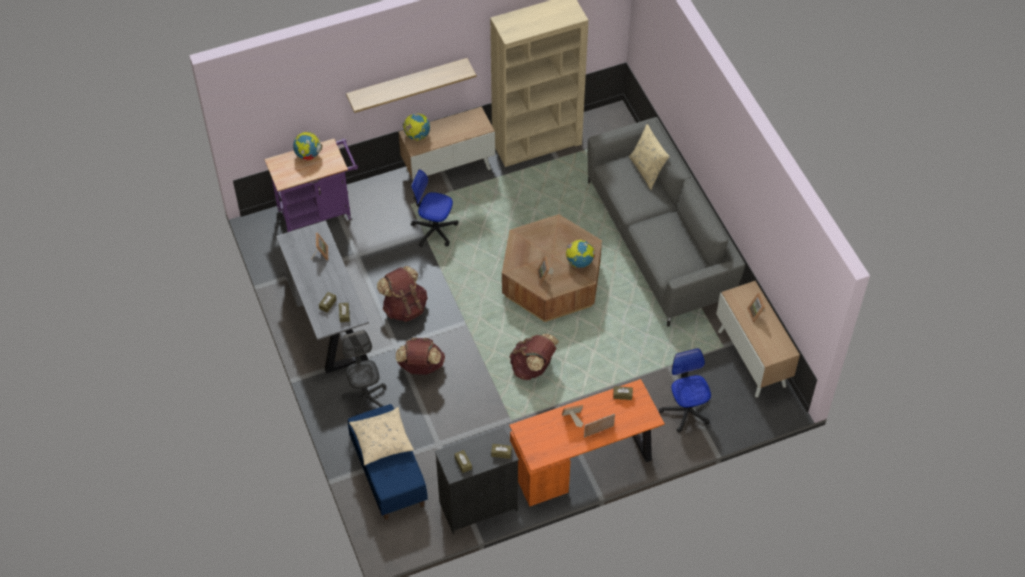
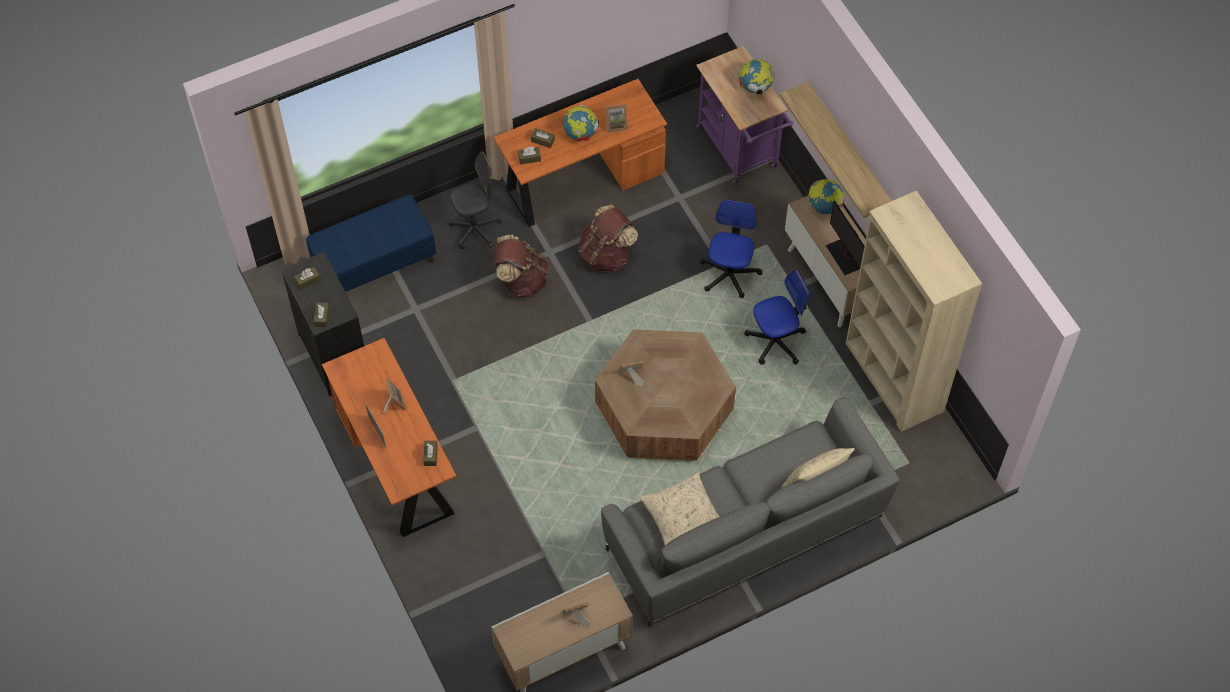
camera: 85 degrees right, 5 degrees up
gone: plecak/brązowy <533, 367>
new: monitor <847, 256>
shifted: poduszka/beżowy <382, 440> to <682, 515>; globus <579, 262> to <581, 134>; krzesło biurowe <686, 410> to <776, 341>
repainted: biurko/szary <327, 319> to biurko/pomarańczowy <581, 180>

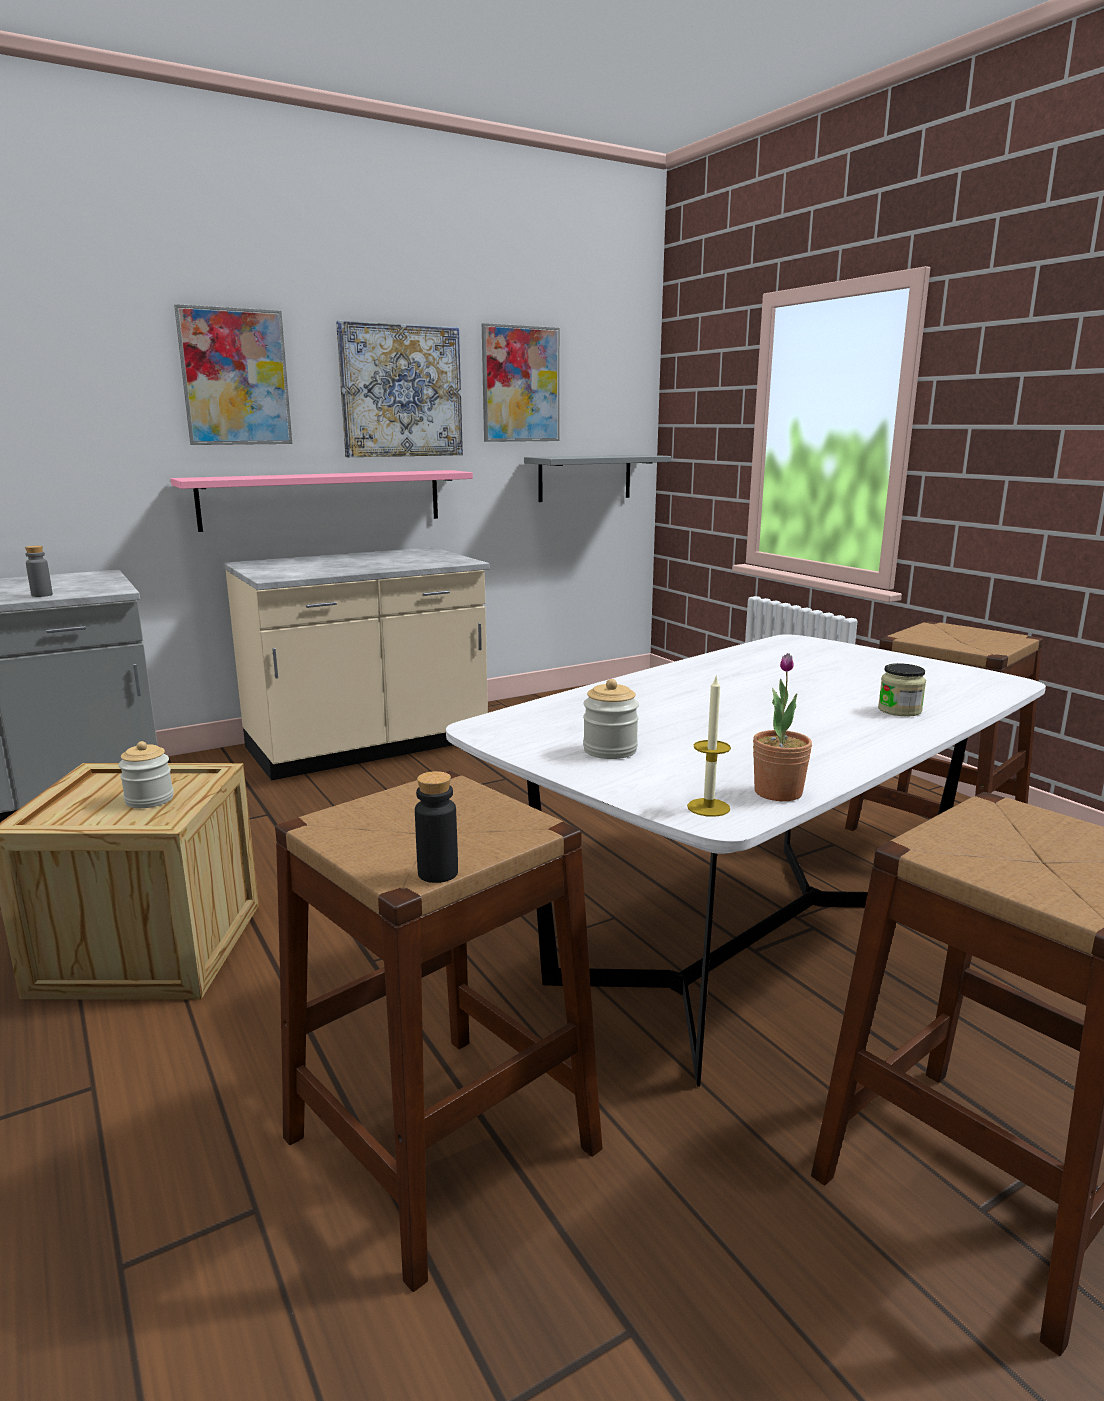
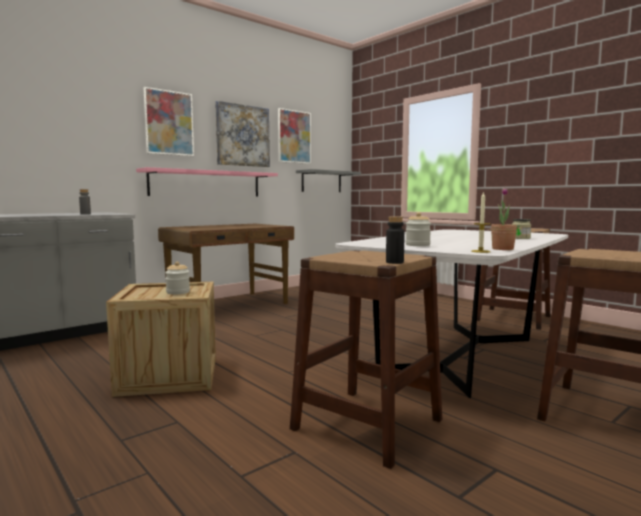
camera: 10 degrees left, 10 degrees down
swapped: zabudowa kuchenna/beżowy <367, 747> to biurko/brązowy <229, 305>

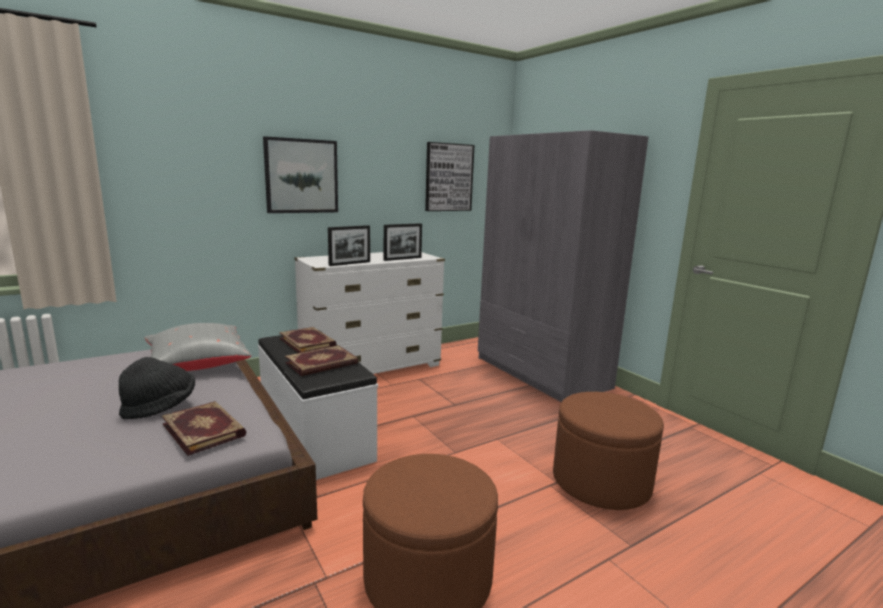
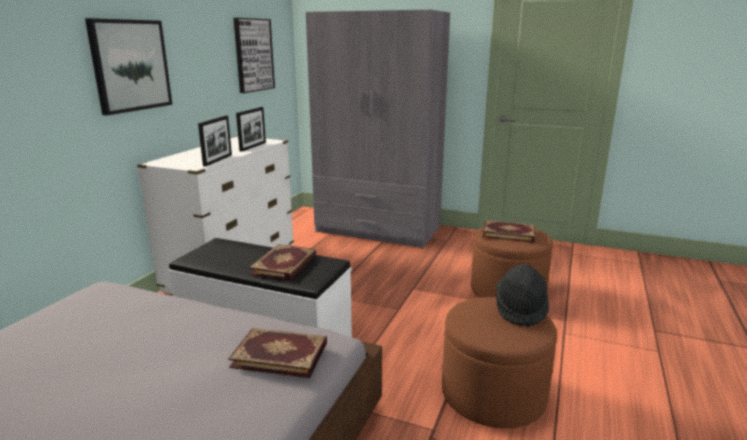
camera: 35 degrees left, 5 degrees up
gone: poduszka/szary <197, 365>
shifted: kapelusz/czarny <160, 407> to <520, 310>; książka <308, 342> to <508, 233>

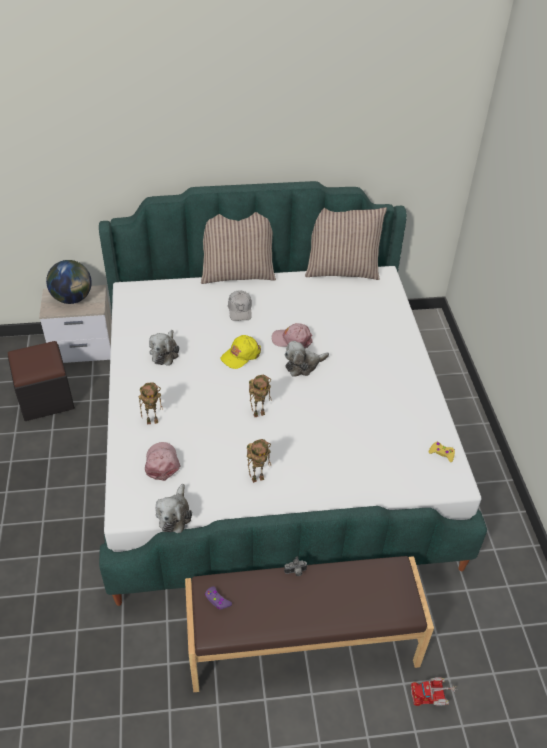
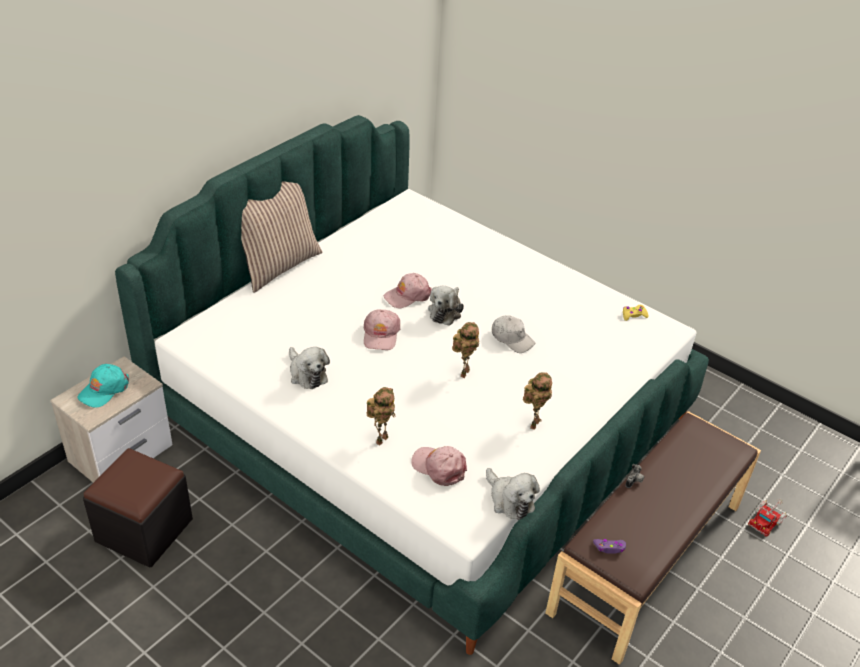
camera: 45 degrees left, 5 degrees down
gone: poduszka <342, 270>
shifted: czapka z daszkiem/biały <240, 310> to <512, 339>
swapped: globus <73, 298> to czapka z daszkiem/turkusowy <104, 390>
repainted: czapka z daszkiem/żółty <240, 355> to czapka z daszkiem/różowy <381, 334>

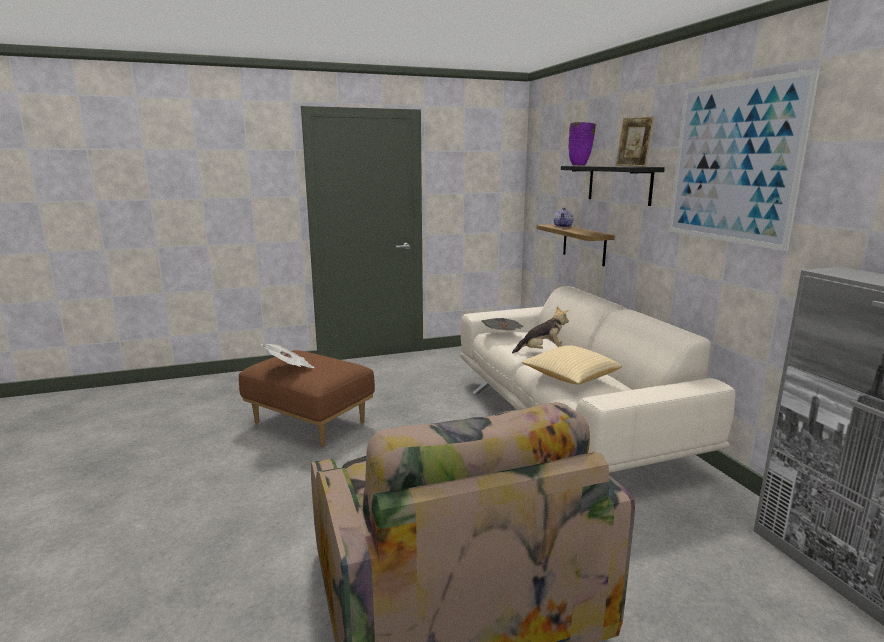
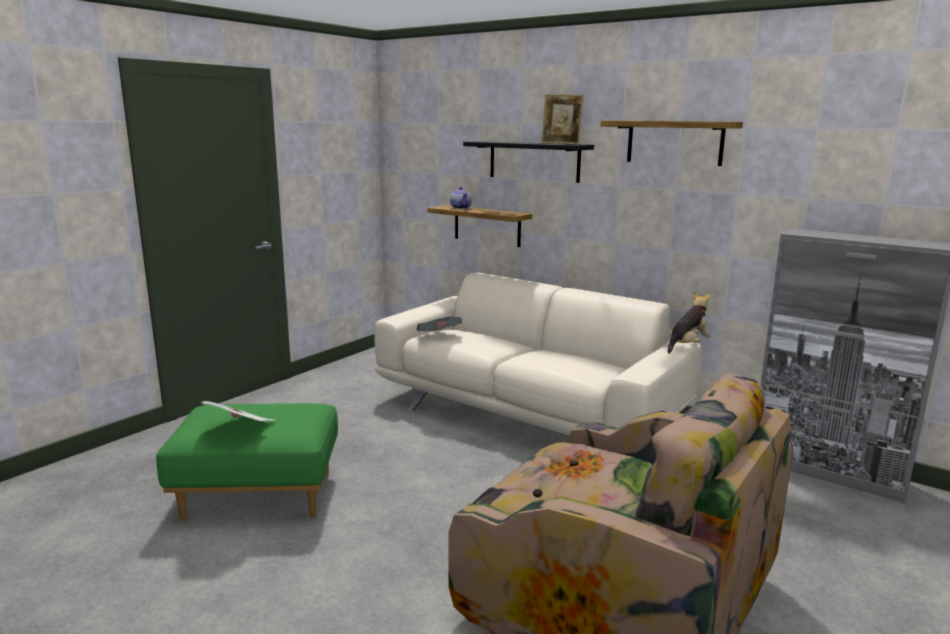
camera: 35 degrees left, 0 degrees up
gone: poduszka <570, 378>; wazon/fioletowy <580, 165>
shifted: pluszak <542, 351> to <687, 345>
swapped: obraz <732, 163> to półka <674, 142>
repainted: pufa/brązowy <311, 422> to pufa/zielony <260, 495>

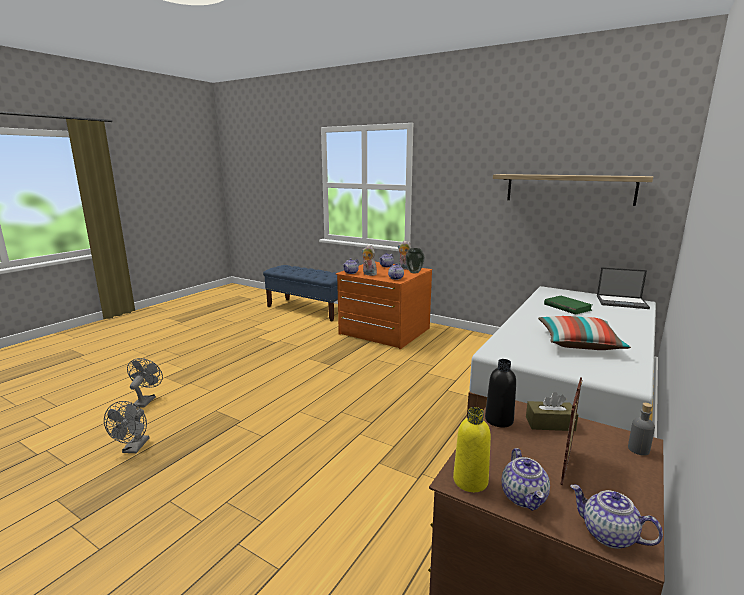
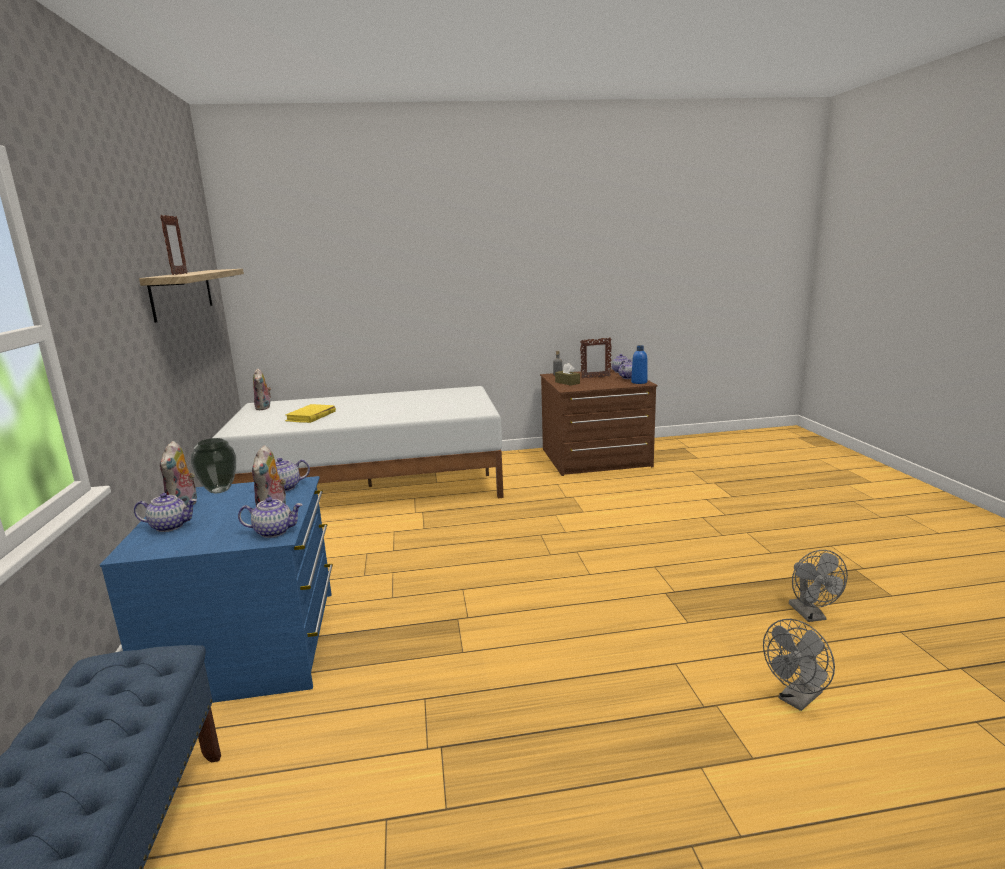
camera: 130 degrees left, 0 degrees up
gone: butelka/czarny <499, 420>; poduszka <579, 343>
new: ramka na zdjęcie <179, 274>
swapped: laptop <622, 302> to pluszak <264, 408>
repainted: komoda/pomarańczowy <384, 331> to komoda/niebieski <252, 645>; butelka/żółty <470, 481> to butelka/niebieski <639, 382>; książka/zielony <567, 307> to książka/żółty <311, 416>
rotated: wentylator/szary <134, 448> = <811, 615> 120 degrees clockwise

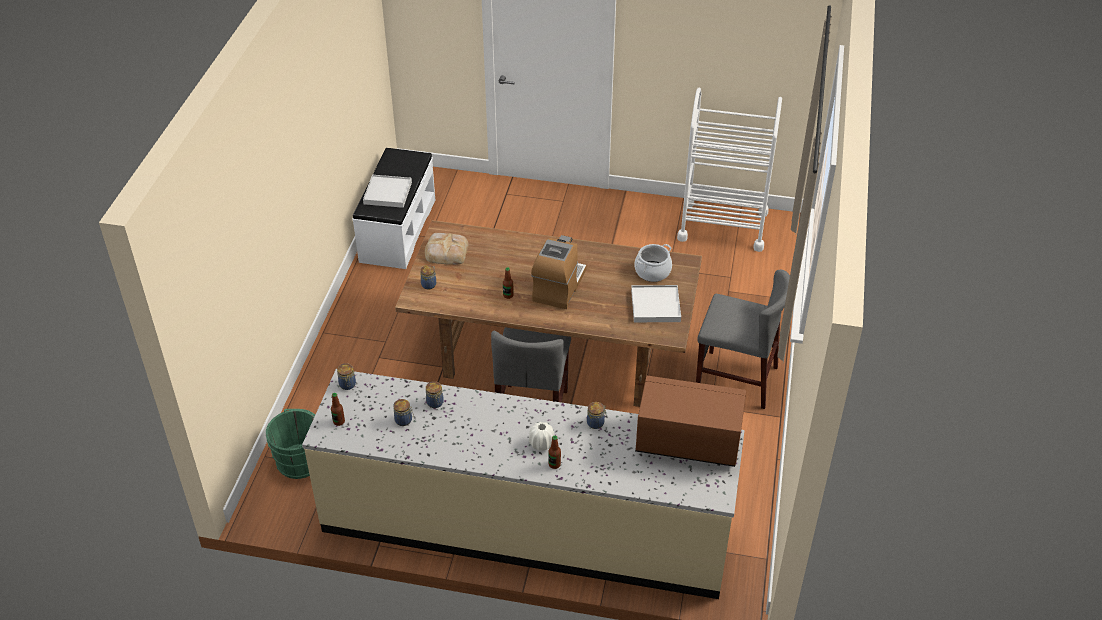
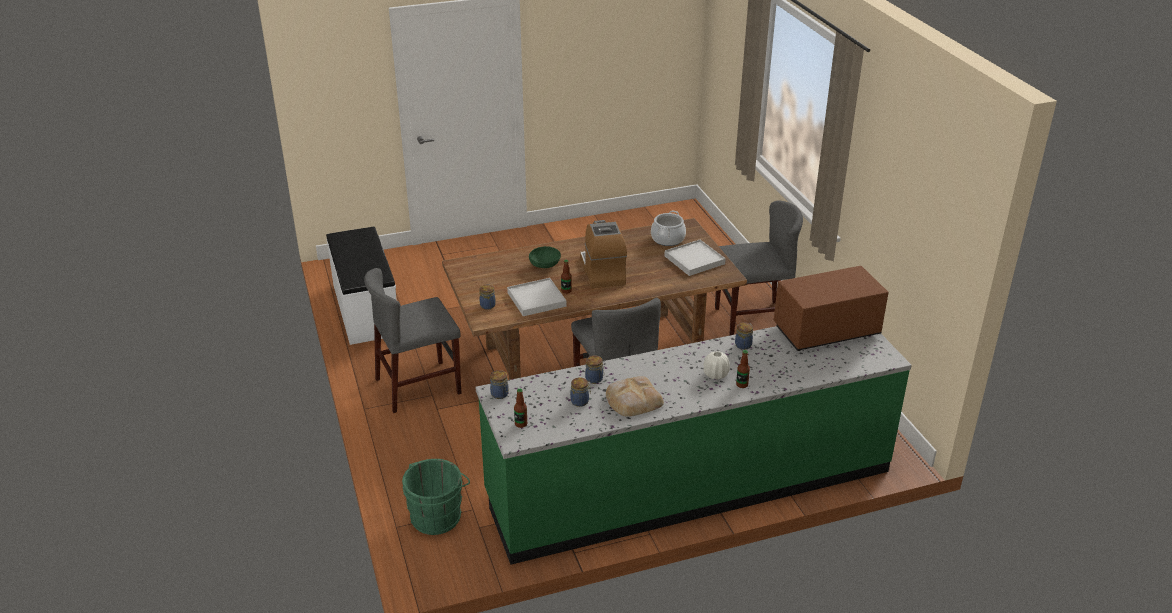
camera: 30 degrees left, 10 degrees down
gone: wózek/biały <723, 226>
new: krzesło/szary <418, 386>; miska/zielony <545, 266>
shifted: taca/biały <387, 193> to <536, 299>; chleb <446, 251> to <632, 400>
repainted: zabudowa kuchenna/beżowy <526, 525> to zabudowa kuchenna/zielony <689, 483>

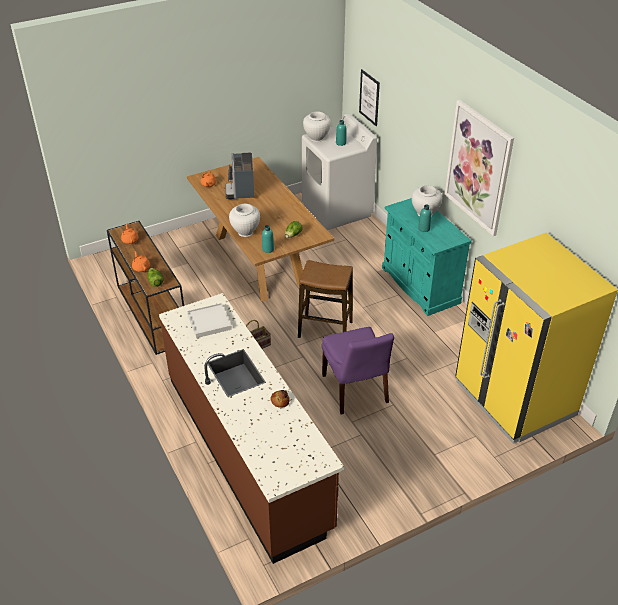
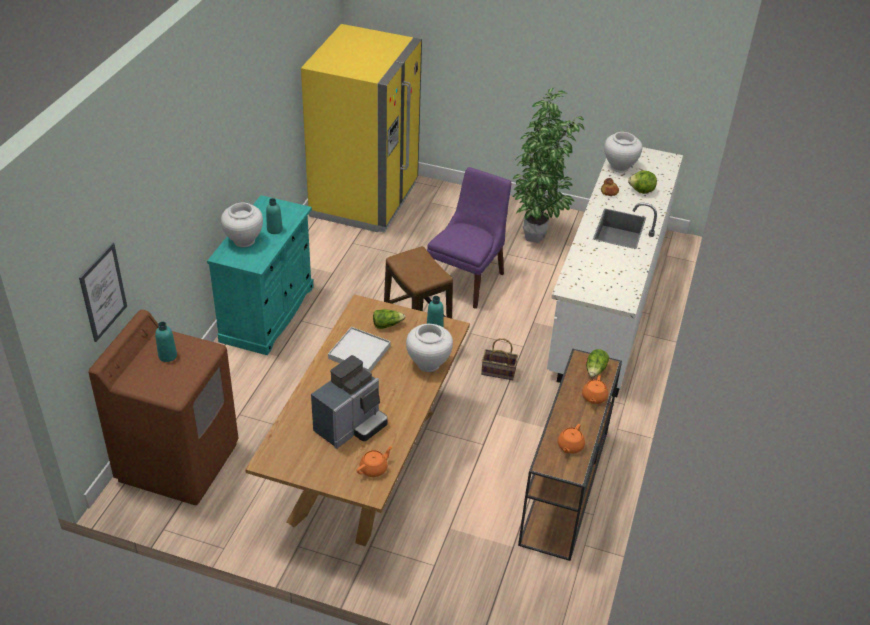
camera: 135 degrees left, 0 degrees up
gone: obraz <478, 168>
new: roślina doniczkowa <537, 238>; sałata <641, 191>
shifted: taca/biały <209, 322> to <359, 352>; wazon/biały <316, 138> to <619, 167>
repainted: zabudowa kuchenna/brązowy <248, 450> to zabudowa kuchenna/biały <607, 301>; pralka/biały <337, 210> to pralka/brązowy <178, 461>

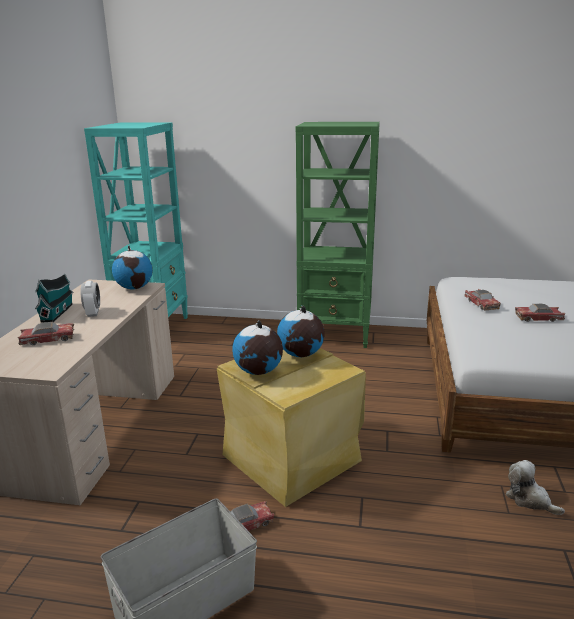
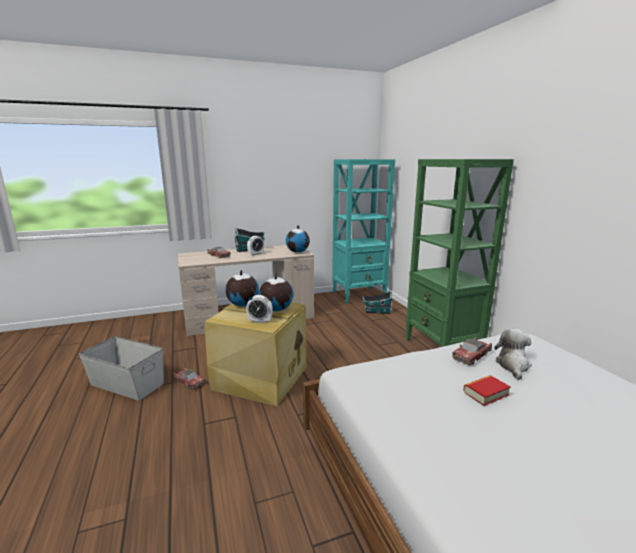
camera: 60 degrees right, 5 degrees down
new: budzik <260, 321>; domek <376, 312>
shifted: pluszak <529, 499> to <513, 365>
swapped: samochodzik <538, 318> to książka <486, 393>

